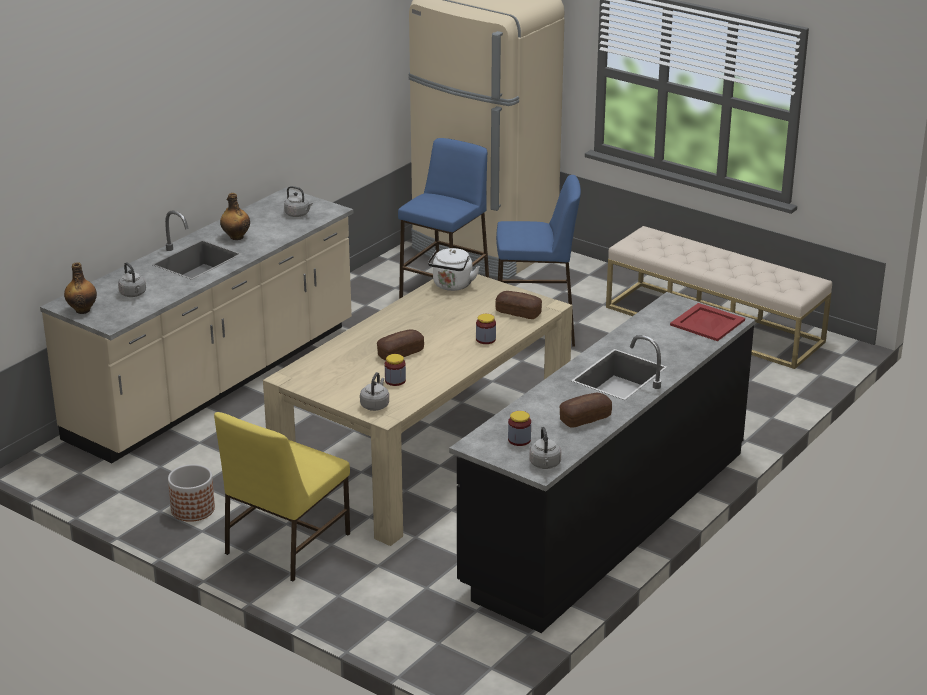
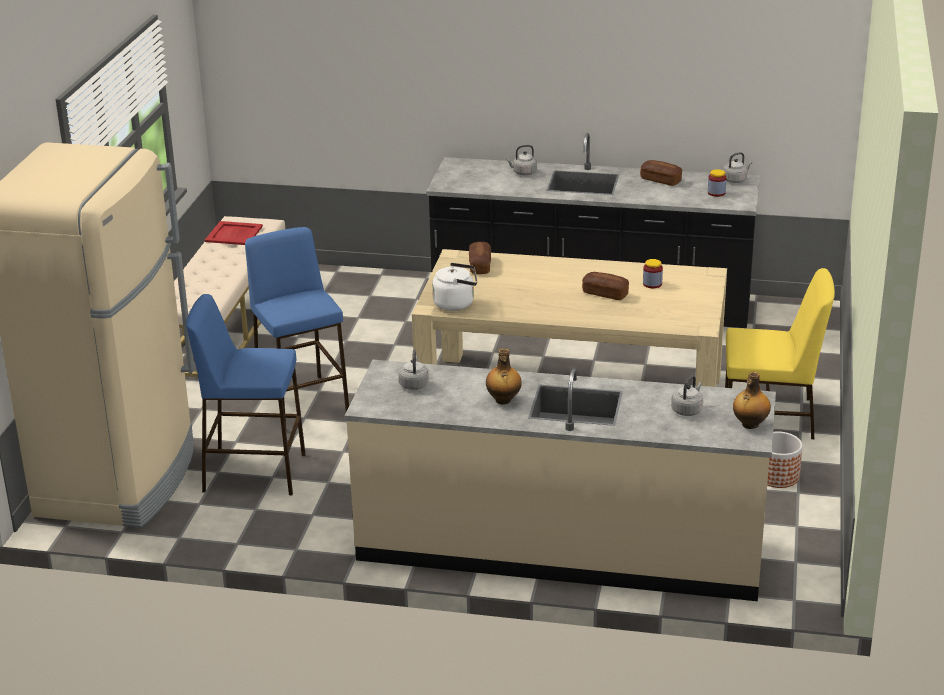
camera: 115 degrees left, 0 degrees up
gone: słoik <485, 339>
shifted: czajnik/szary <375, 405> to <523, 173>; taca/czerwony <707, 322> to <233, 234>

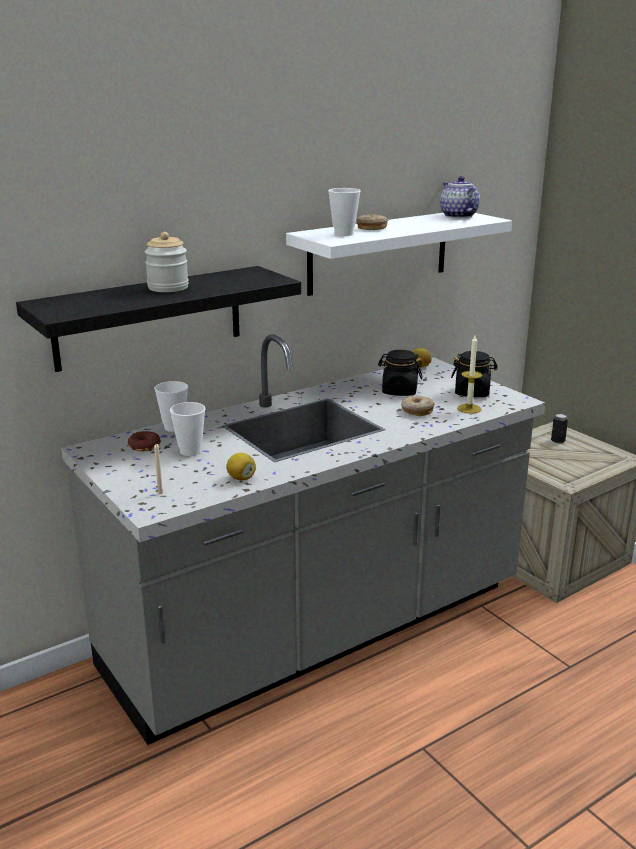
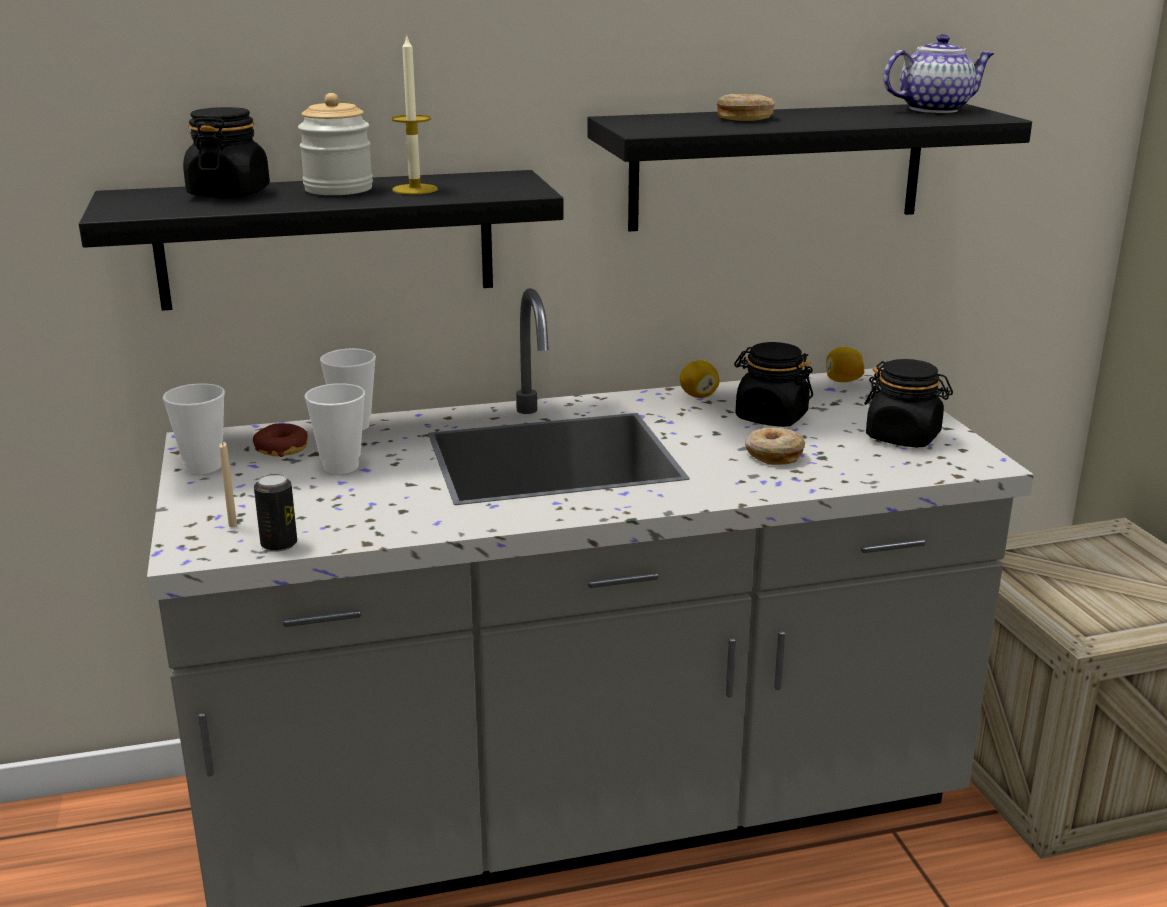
camera: 20 degrees right, 0 degrees up
new: słoik/czarny <229, 193>
shifted: cytryna <241, 478> to <698, 396>; filiżanka <343, 234> to <203, 467>; świeca <469, 408> to <415, 189>; puszka <558, 441> to <279, 544>
repainted: półka/biały <379, 252> to półka/czarny <777, 166>
rotated: imbryk <457, 216> = <935, 109> 75 degrees clockwise

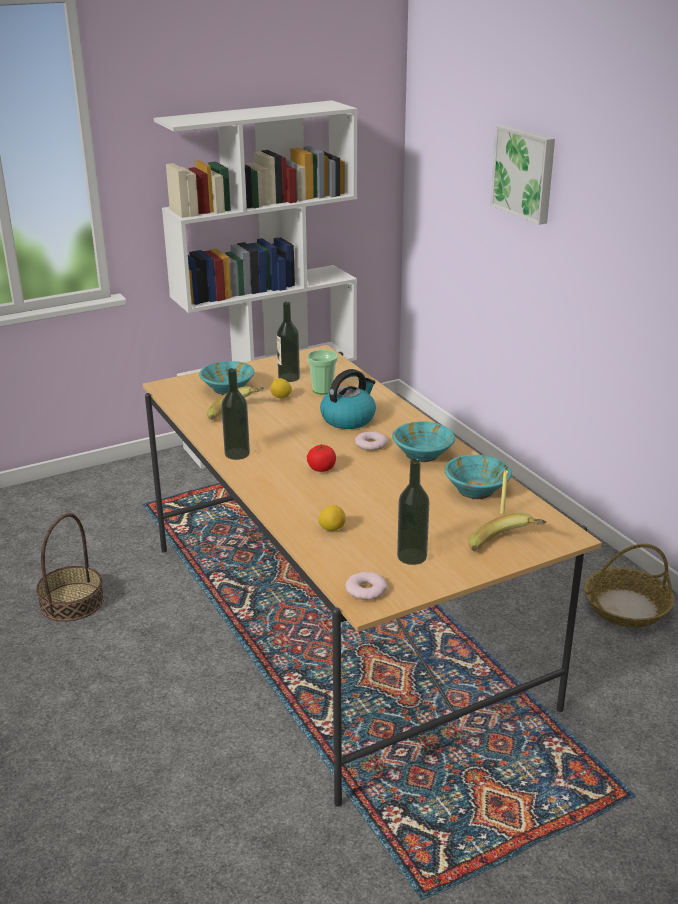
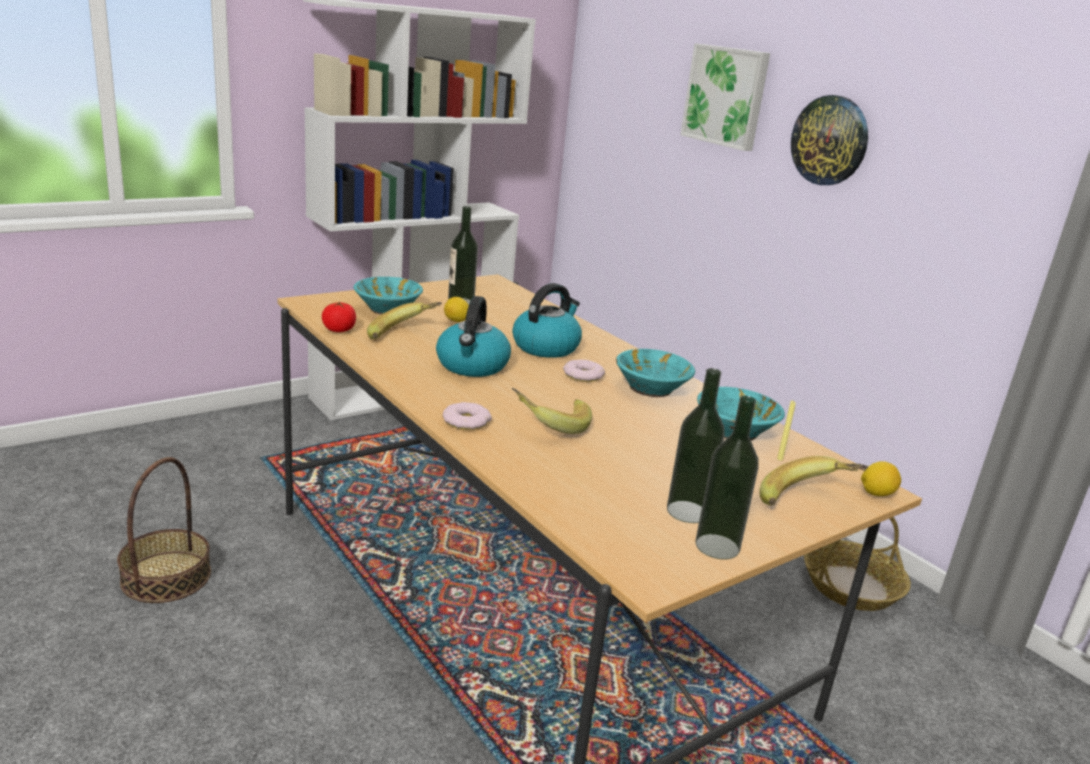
camera: 10 degrees left, 5 degrees down
gone: filiżanka <322, 390>
new: czajnik <472, 366>; banan <550, 425>; zegar ścienny <830, 140>
shifted: butelka <237, 453> to <717, 546>; pomidor <321, 468> to <339, 330>; cytryna <332, 528> to <876, 493>; donut <366, 590> to <466, 421>

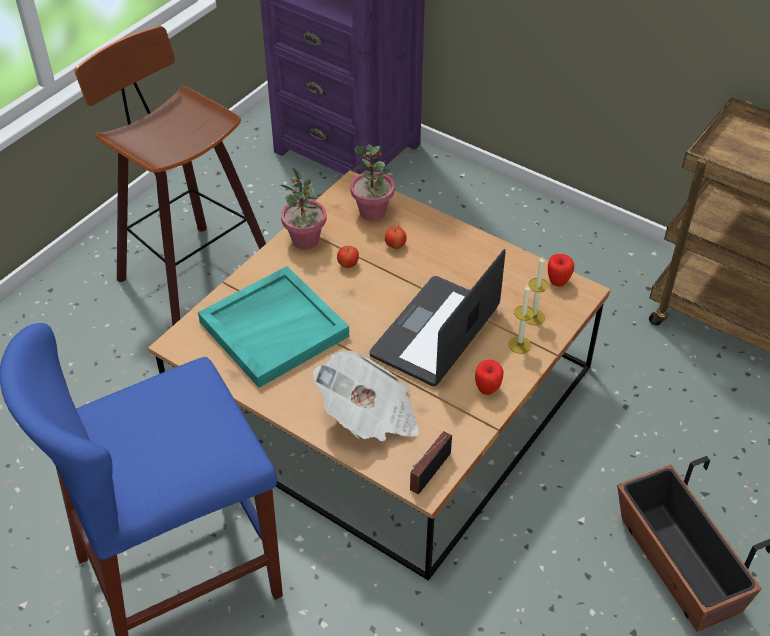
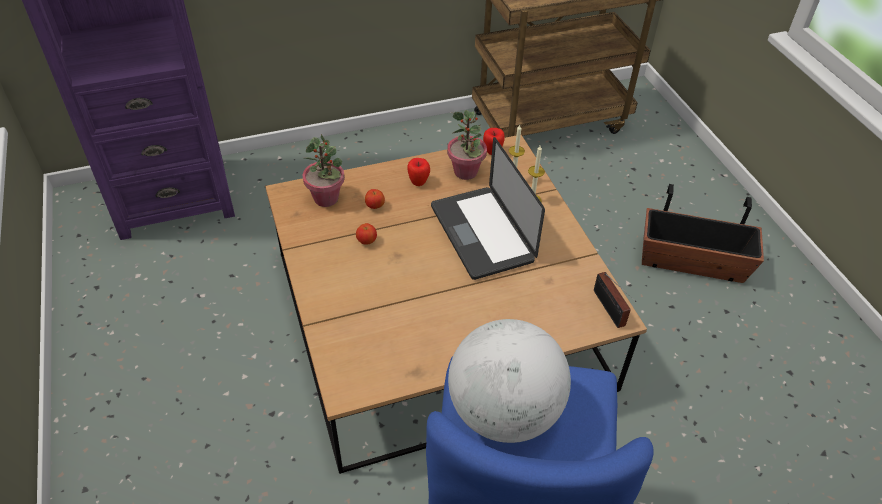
camera: 55 degrees left, 0 degrees up
gone: stołek <190, 275>; taca/turkusowy <274, 328>; gazeta <369, 416>
new: globus <504, 412>
shifted: roślina doniczkowa <305, 240> to <466, 172>; jabłko <487, 389> to <418, 182>

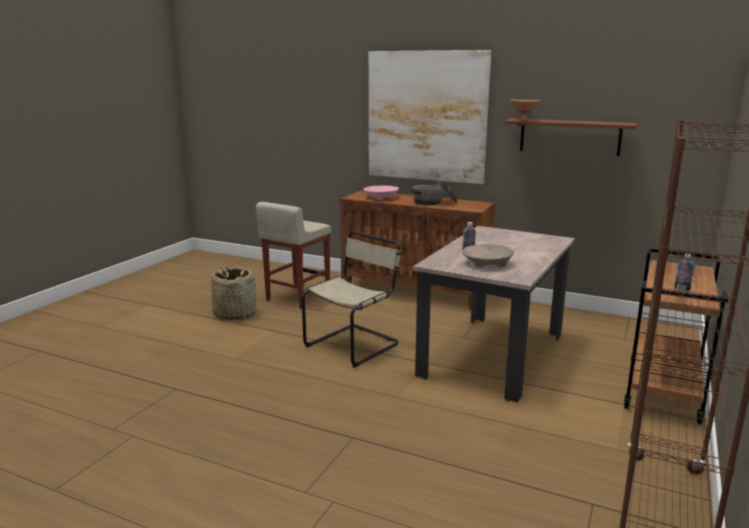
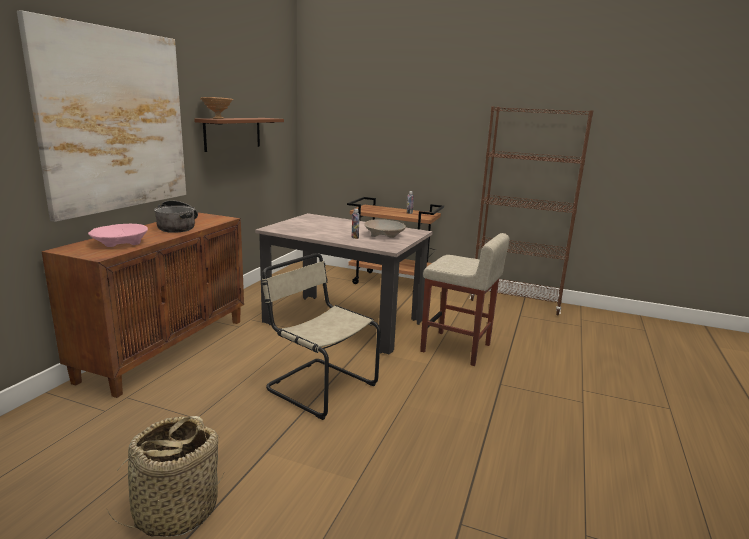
camera: 95 degrees left, 0 degrees up
shifted: stołek/beżowy <297, 297> to <457, 348>

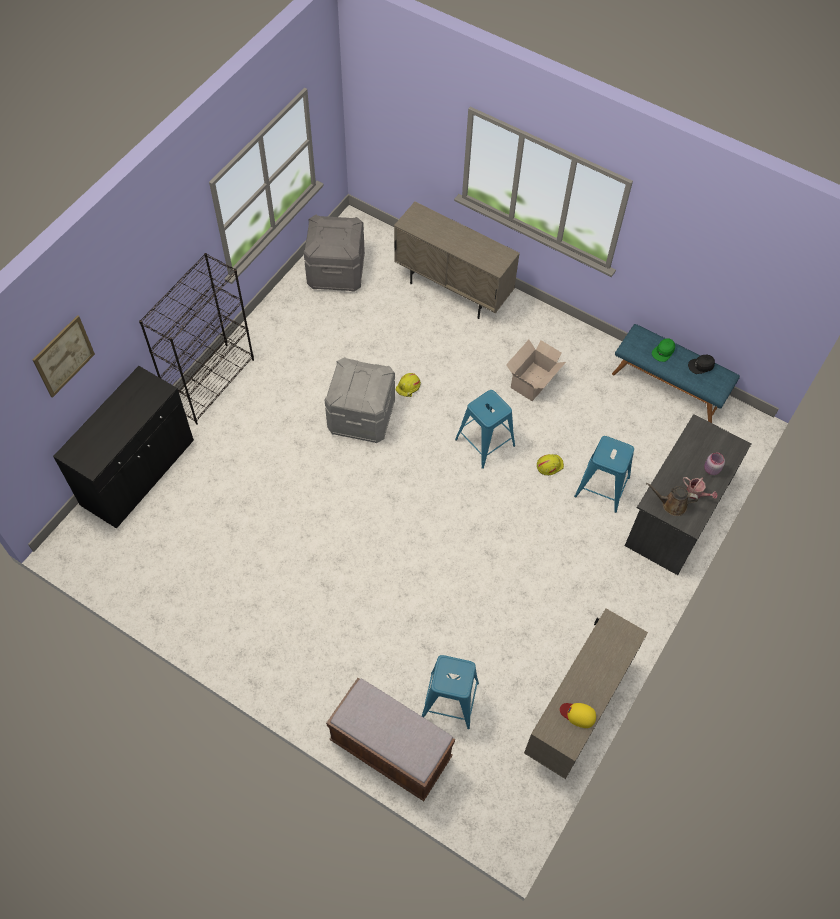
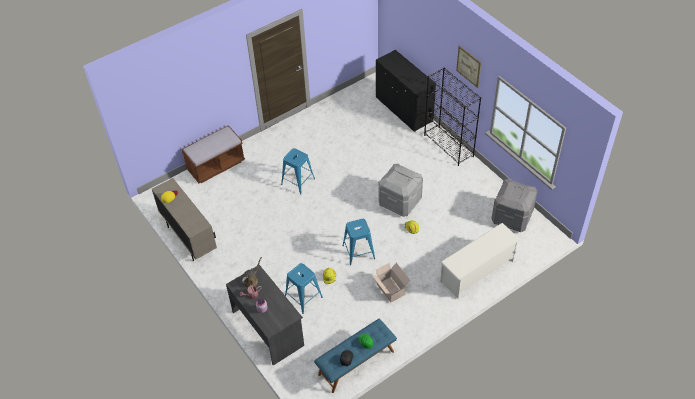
camera: 115 degrees right, 10 degrees down
shifted: obraz <63, 356> to <469, 66>; stołek/niebieski <449, 700> to <298, 181>
swapped: szafka/beżowy <453, 290> to regał na buty/biały <477, 271>

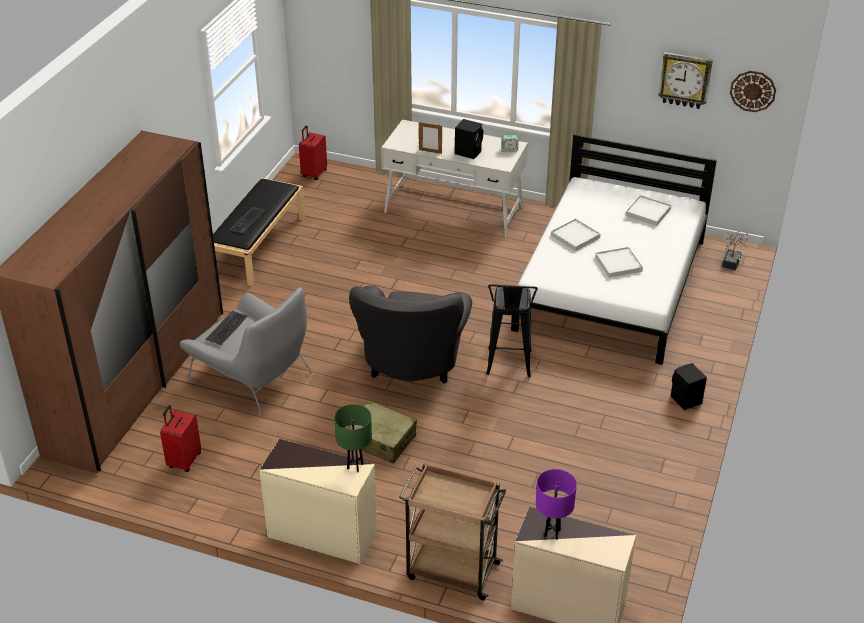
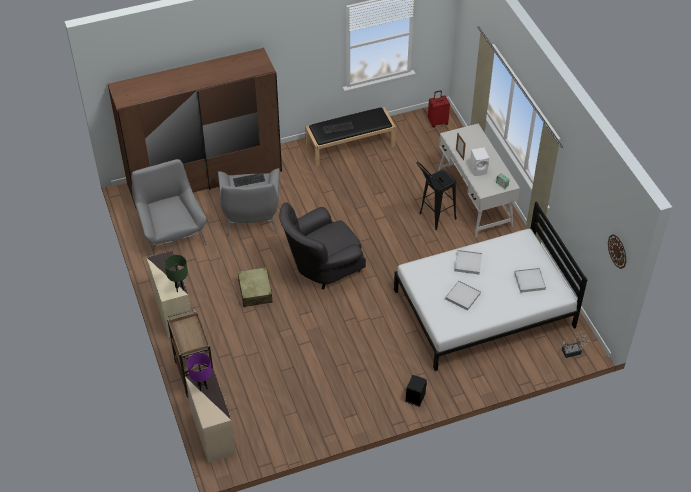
camera: 50 degrees right, 10 degrees up
gone: zegar ścienny <685, 80>
shifted: stołek/czarny <508, 369> to <433, 219>
swapped: walizka/czerwony <184, 460> to fotel/szary <171, 231>
repainted: głośnik/czarny <468, 152> to głośnik/biały <479, 170>

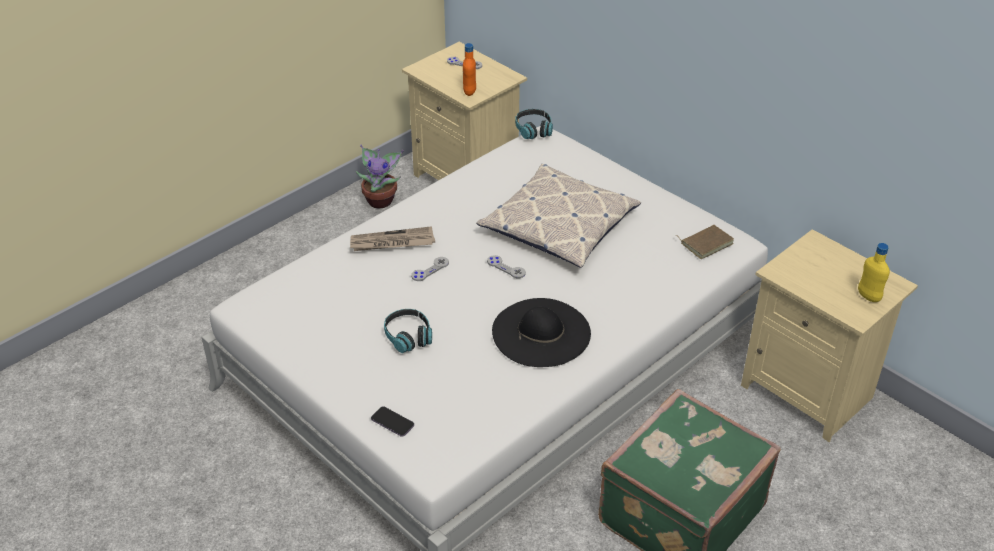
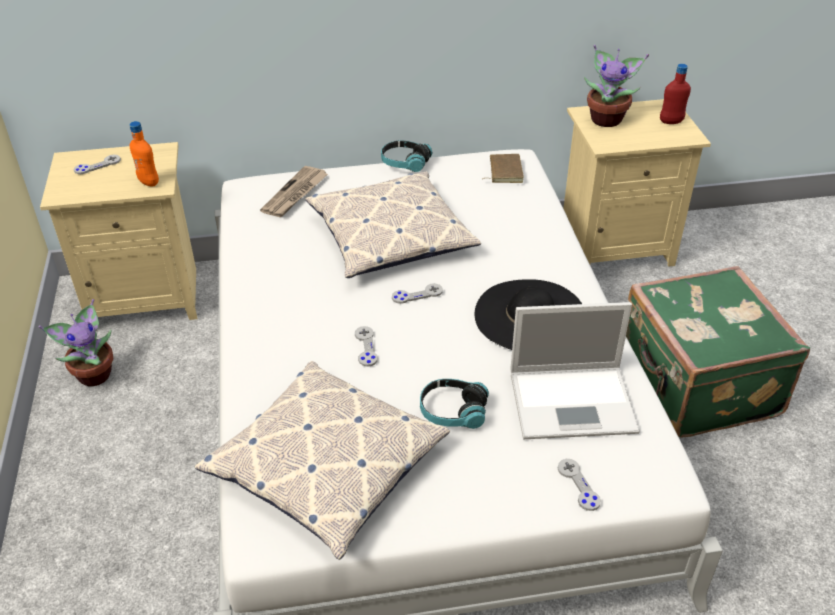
camera: 55 degrees left, 0 degrees up
new: poduszka <326, 465>; laptop <574, 401>; roślina doniczkowa <607, 119>
shifted: gazeta <392, 242> to <295, 194>; słuchawki <533, 130> to <405, 163>
swapped: telefon <392, 422> to pad do gier/szary <578, 485>
repainted: butelka/żółty <868, 297> to butelka/czerwony <671, 122>

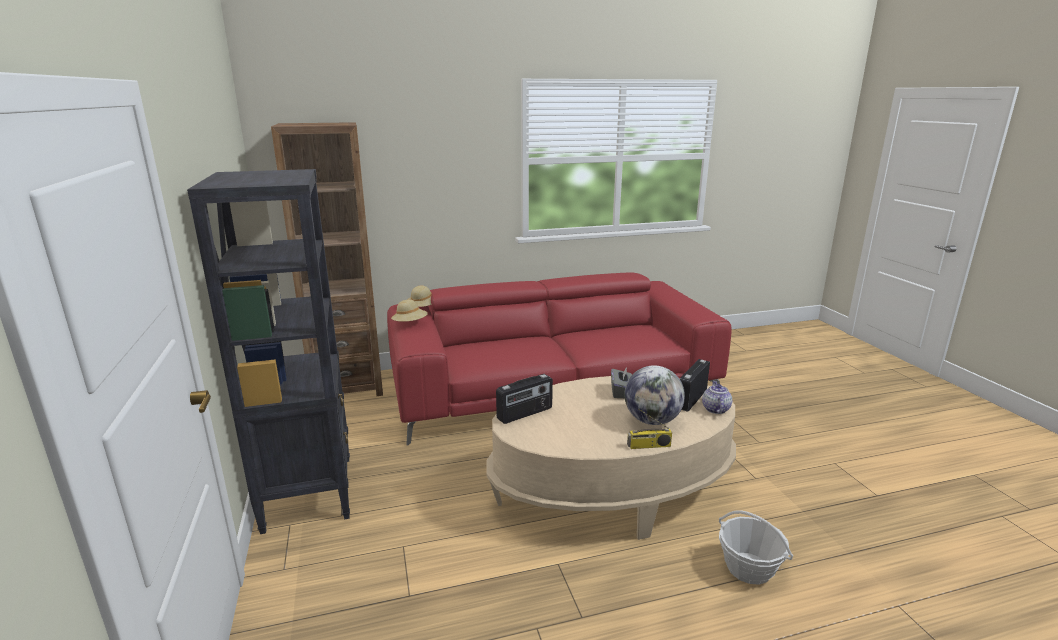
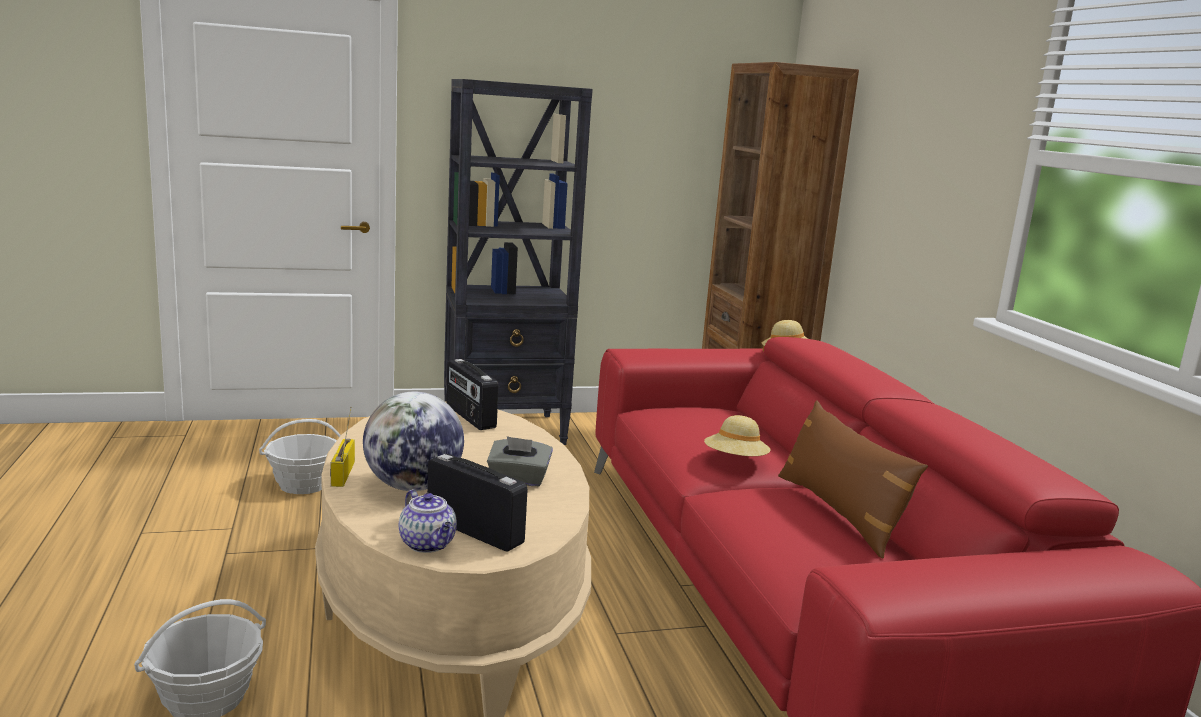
camera: 90 degrees right, 5 degrees down
new: koszyk <304, 484>; poduszka/brązowy <839, 512>
shifted: kapelusz/beżowy <410, 324> to <735, 461>
rotated: imbryk <715, 409> = <428, 544> 45 degrees clockwise

